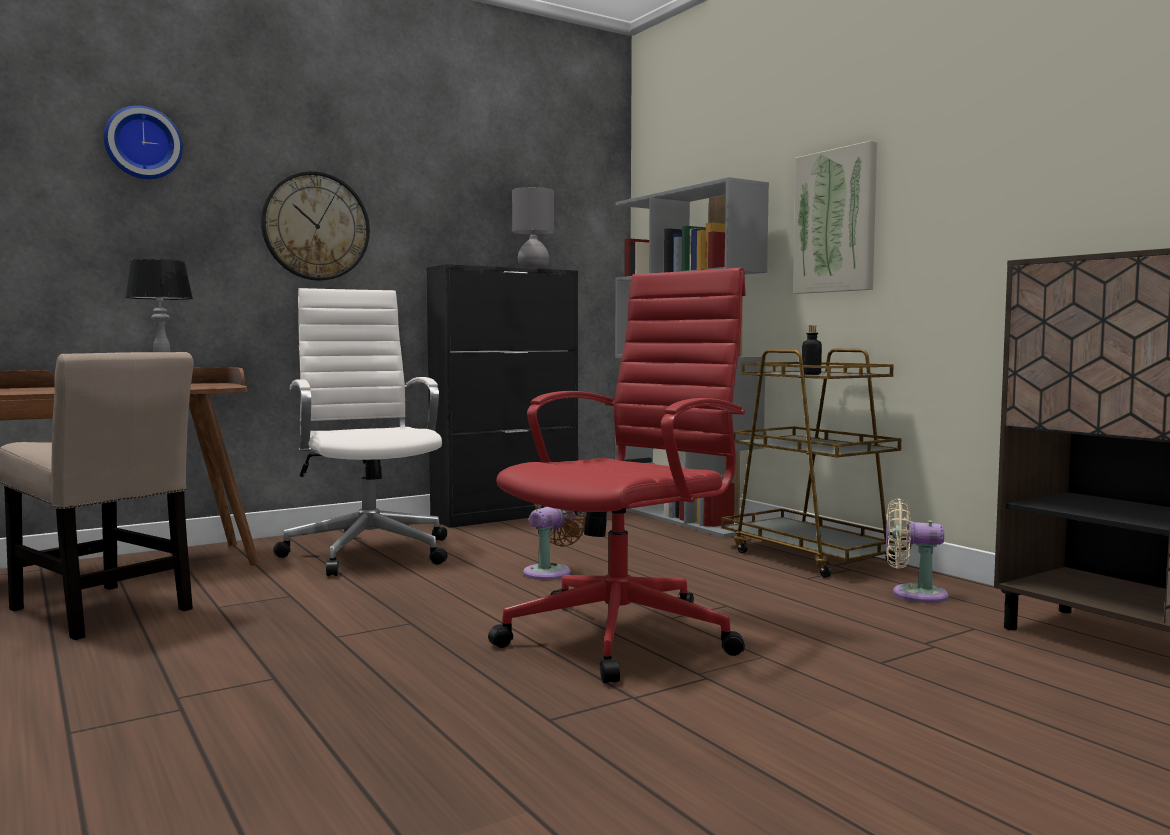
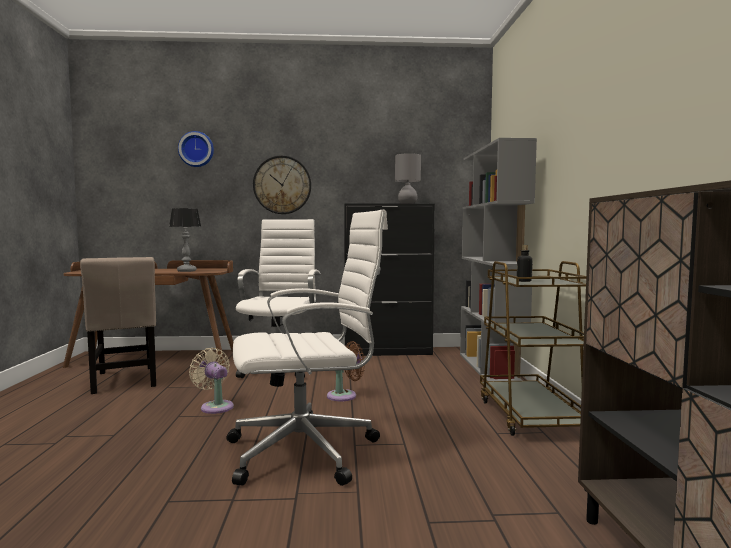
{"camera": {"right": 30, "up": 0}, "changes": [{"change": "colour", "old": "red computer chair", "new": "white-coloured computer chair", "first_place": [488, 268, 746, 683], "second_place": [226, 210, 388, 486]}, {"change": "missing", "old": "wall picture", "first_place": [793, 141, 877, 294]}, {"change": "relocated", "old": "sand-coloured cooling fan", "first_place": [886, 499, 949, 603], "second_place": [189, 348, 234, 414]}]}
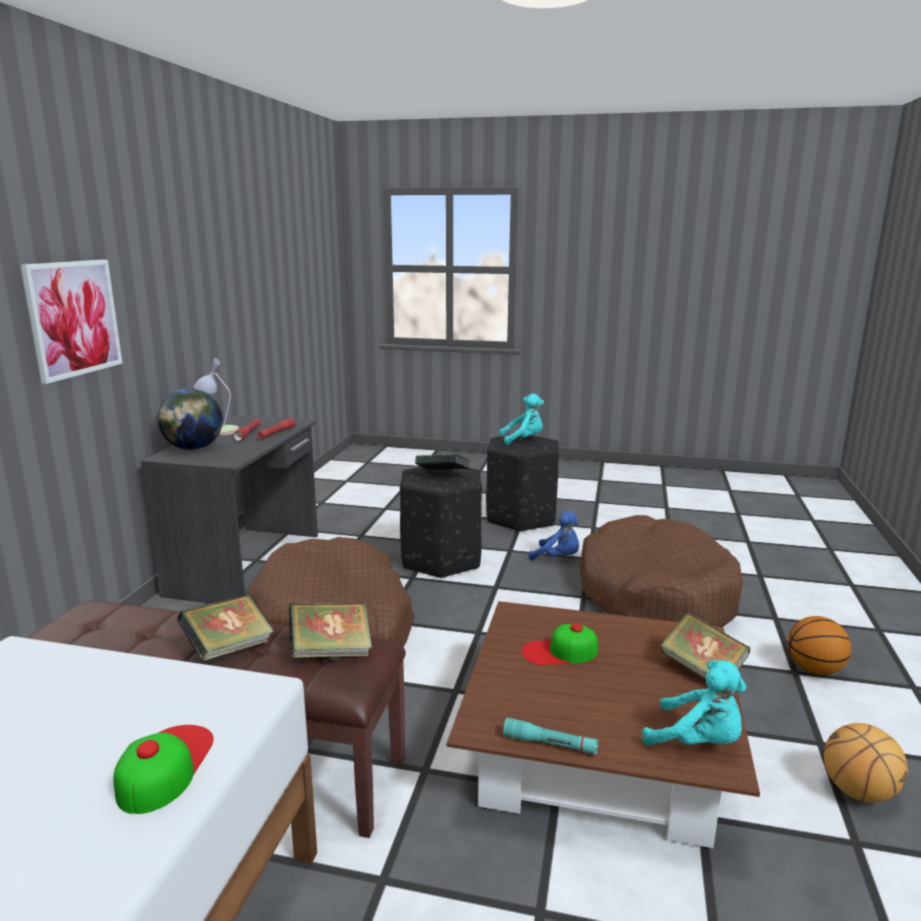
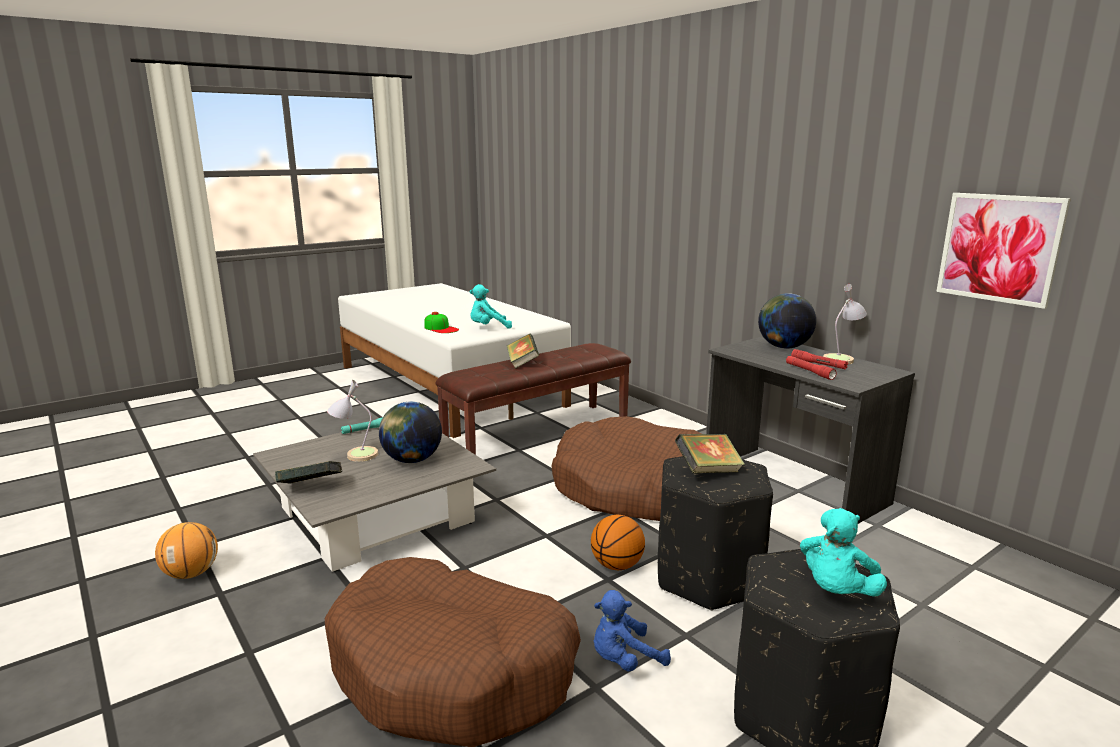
{"camera": {"right": 130, "up": 0}, "changes": [{"change": "relocated", "old": "wall picture", "first_place": [21, 260, 123, 384], "second_place": [936, 193, 1071, 309]}, {"change": "missing", "old": "bound book", "first_place": [289, 602, 372, 658]}, {"change": "colour", "old": "brown lounge table", "new": "greyish lounge table", "first_place": [447, 601, 760, 849], "second_place": [253, 427, 496, 572]}, {"change": "exchanged", "old": "cap", "new": "desk globe", "first_place": [522, 623, 598, 665], "second_place": [379, 401, 442, 463]}, {"change": "relocated", "old": "blue-green plush toy", "first_place": [642, 660, 747, 746], "second_place": [469, 284, 512, 329]}, {"change": "relocated", "old": "basketball", "first_place": [788, 616, 851, 675], "second_place": [591, 515, 645, 570]}, {"change": "appeared", "new": "lamp for a table", "second_place": [327, 380, 378, 462]}]}
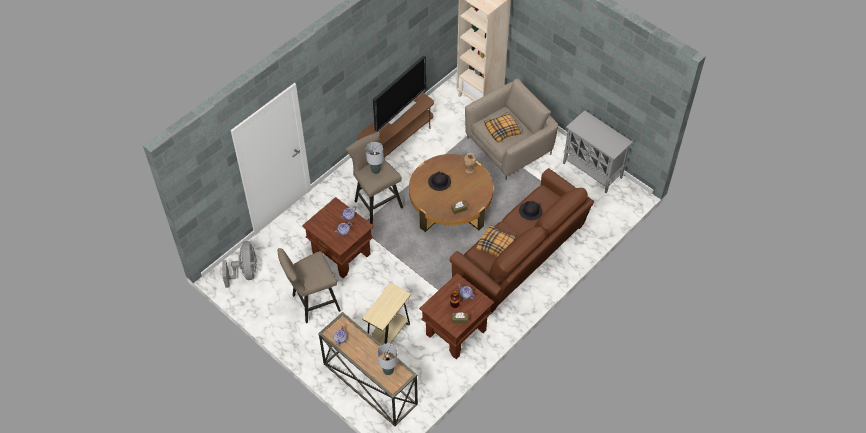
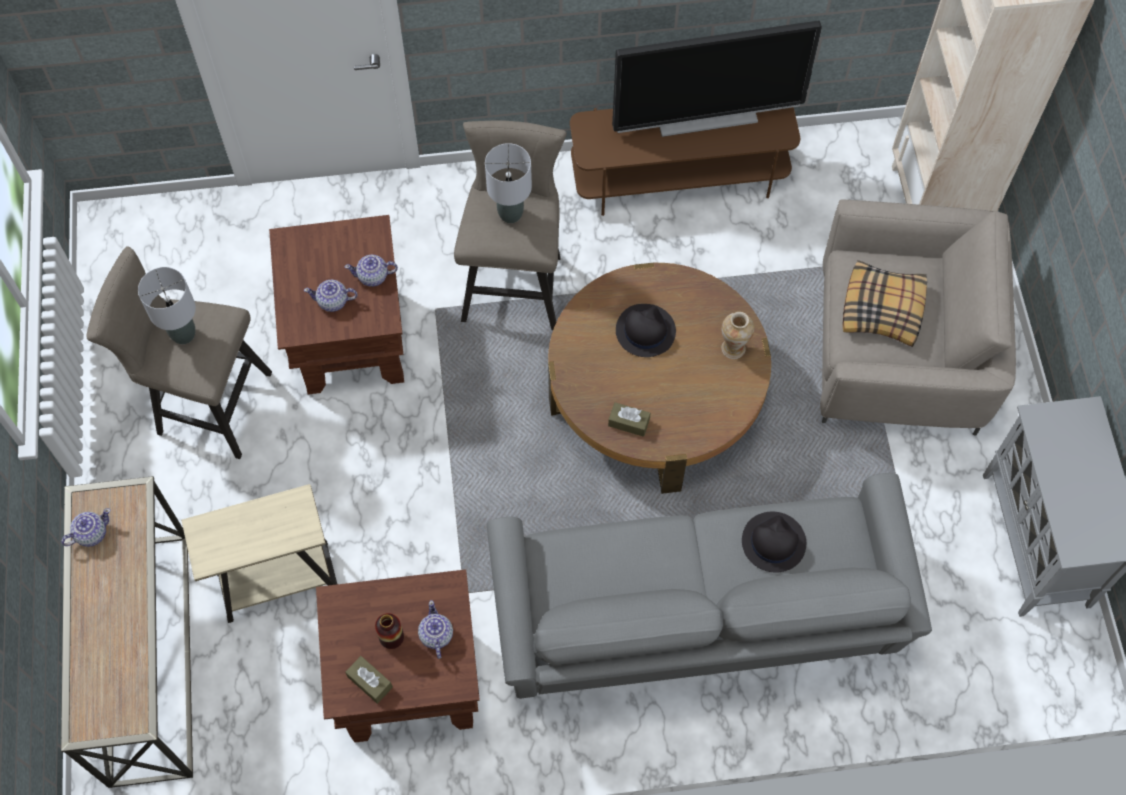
{"camera": {"right": 40, "up": 10}, "changes": [{"change": "missing", "old": "greyish cooling fan", "first_place": [222, 241, 257, 288]}, {"change": "relocated", "old": "greyish lamp for a table", "first_place": [377, 343, 397, 375], "second_place": [138, 267, 196, 344]}, {"change": "colour", "old": "brown couch", "new": "greyish couch", "first_place": [449, 168, 594, 312], "second_place": [487, 473, 932, 699]}, {"change": "missing", "old": "cushion", "first_place": [476, 225, 516, 258]}]}
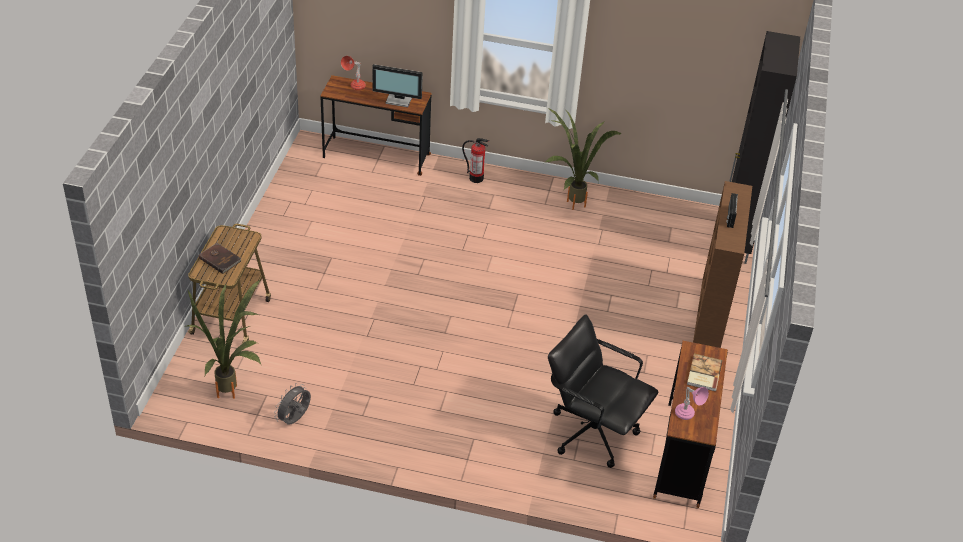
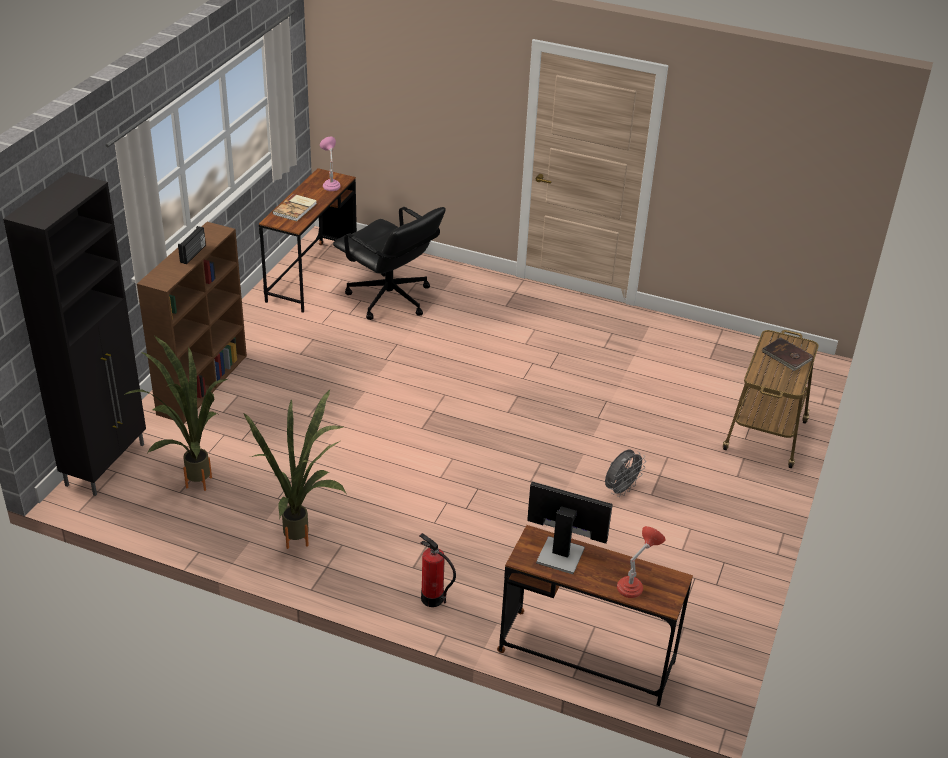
{"camera": {"right": -170, "up": -5}, "changes": [{"change": "relocated", "old": "plant in a pot", "first_place": [187, 280, 262, 399], "second_place": [124, 335, 227, 491]}, {"change": "relocated", "old": "greyish cooling fan", "first_place": [274, 383, 311, 425], "second_place": [605, 450, 646, 497]}]}
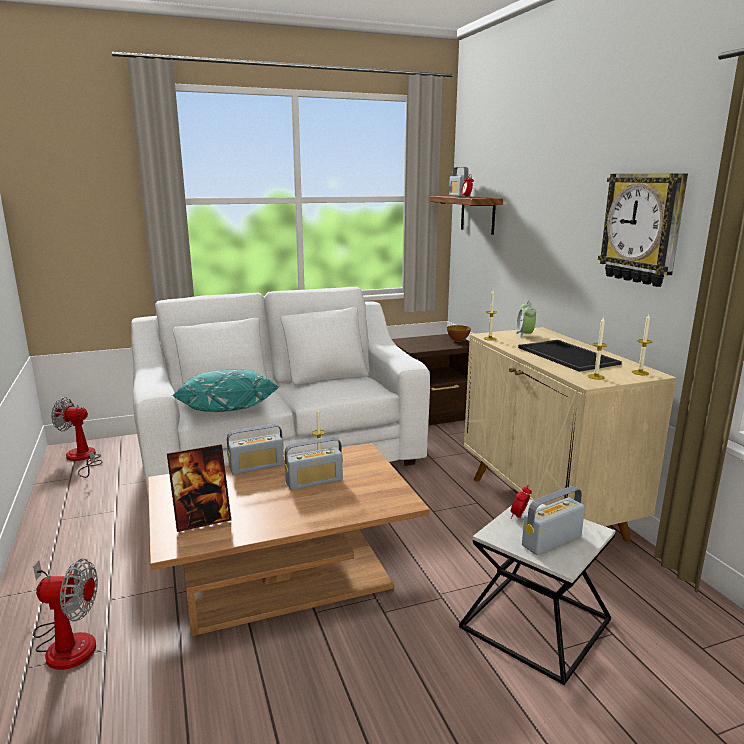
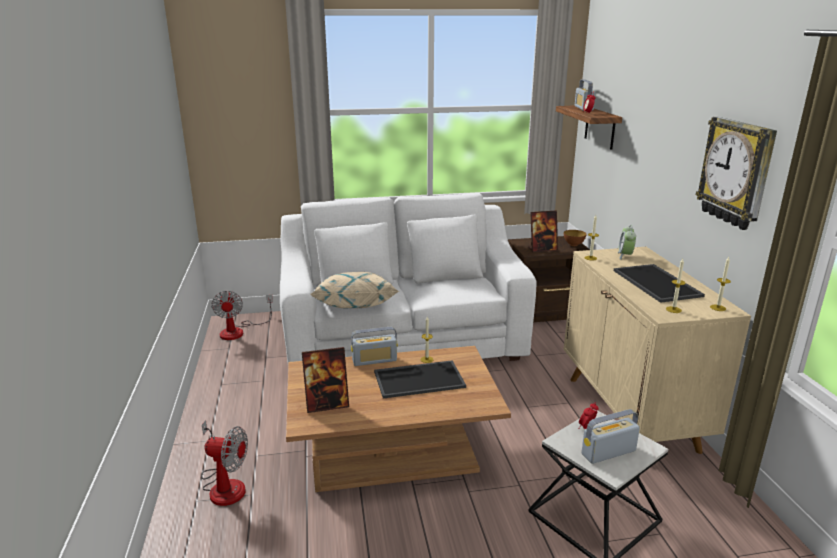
{"camera": {"right": 10, "up": 5}, "changes": [{"change": "spun", "old": "cooling fan", "first_place": [51, 397, 102, 478], "second_place": [211, 291, 273, 340], "degrees": -120}, {"change": "colour", "old": "blue-green cushion", "new": "sand-coloured cushion", "first_place": [173, 369, 279, 412], "second_place": [311, 272, 399, 309]}, {"change": "exchanged", "old": "radio receiver", "new": "serving tray", "first_place": [285, 437, 343, 490], "second_place": [374, 360, 466, 399]}, {"change": "appeared", "new": "standing frame", "second_place": [529, 210, 558, 252]}]}
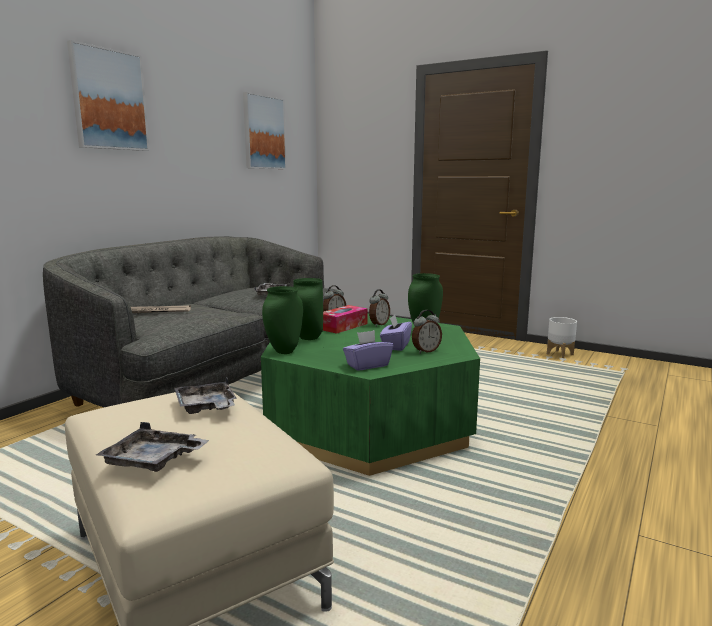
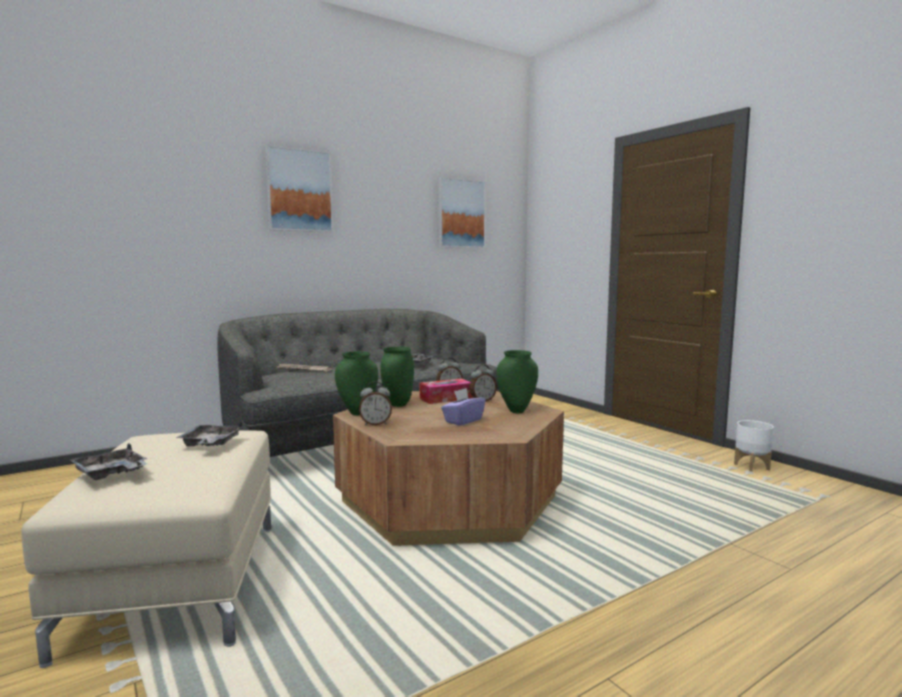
{"camera": {"right": 25, "up": -5}, "changes": [{"change": "colour", "old": "greenish lounge table", "new": "brown lounge table", "first_place": [261, 313, 480, 476], "second_place": [333, 391, 564, 546]}, {"change": "missing", "old": "purplish tissue holder", "first_place": [343, 330, 393, 371]}, {"change": "relocated", "old": "alarm clock", "first_place": [412, 310, 442, 353], "second_place": [359, 381, 392, 425]}]}
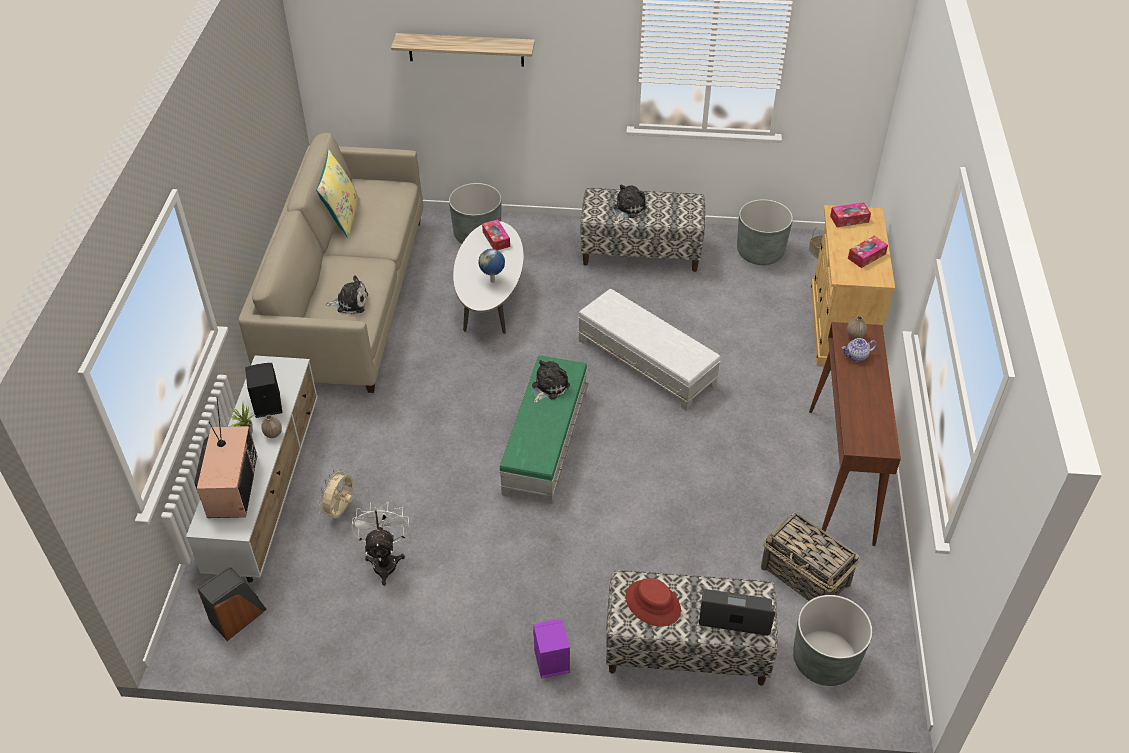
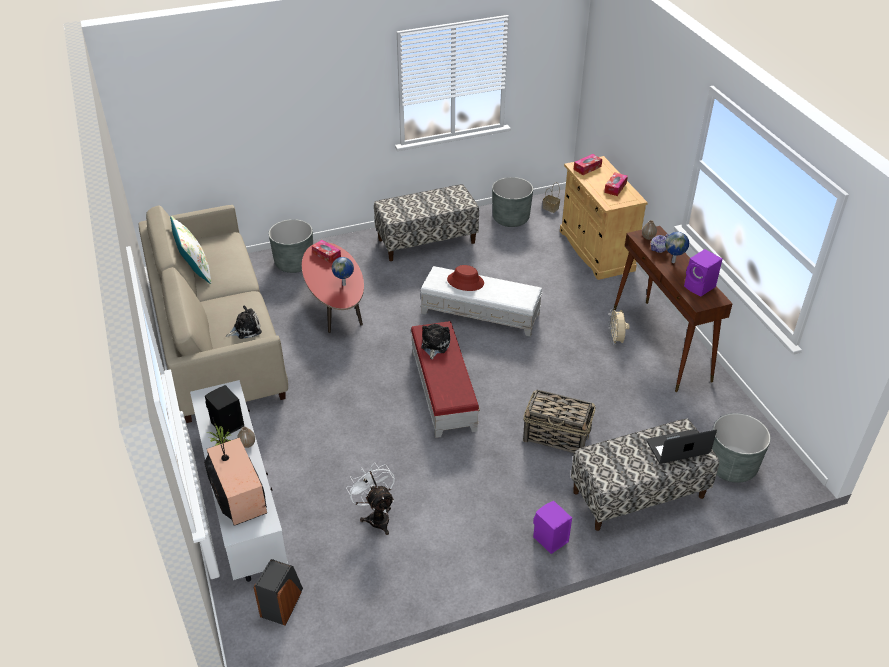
{"camera": {"right": -25, "up": -5}, "changes": [{"change": "colour", "old": "yellow-coloured cushion", "new": "white-coloured cushion", "first_place": [316, 150, 359, 238], "second_place": [170, 216, 212, 284]}, {"change": "relocated", "old": "sand-coloured cooling fan", "first_place": [317, 469, 353, 518], "second_place": [608, 308, 630, 345]}, {"change": "missing", "old": "wall shelf", "first_place": [391, 33, 535, 67]}, {"change": "colour", "old": "white-coloured lounge table", "new": "red lounge table", "first_place": [453, 221, 524, 334], "second_place": [302, 242, 364, 333]}, {"change": "colour", "old": "greenish footrest", "new": "red footrest", "first_place": [499, 355, 589, 504], "second_place": [411, 321, 480, 438]}, {"change": "missing", "old": "plush toy", "first_place": [613, 185, 647, 221]}, {"change": "relocated", "old": "red hat", "first_place": [626, 578, 681, 627], "second_place": [447, 265, 484, 291]}, {"change": "relocated", "old": "basket", "first_place": [761, 512, 860, 601], "second_place": [523, 390, 596, 453]}, {"change": "appeared", "new": "desk globe", "second_place": [665, 232, 689, 263]}, {"change": "appeared", "new": "purplish loudspeaker", "second_place": [684, 249, 722, 296]}]}
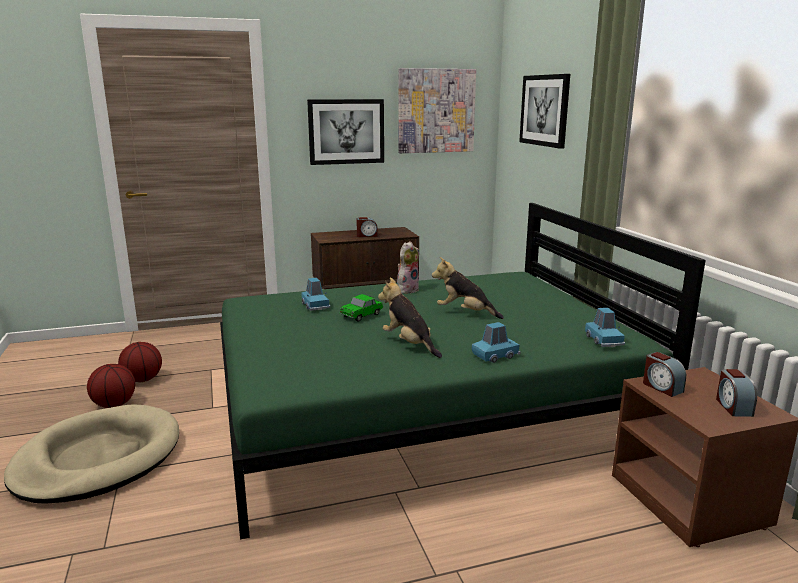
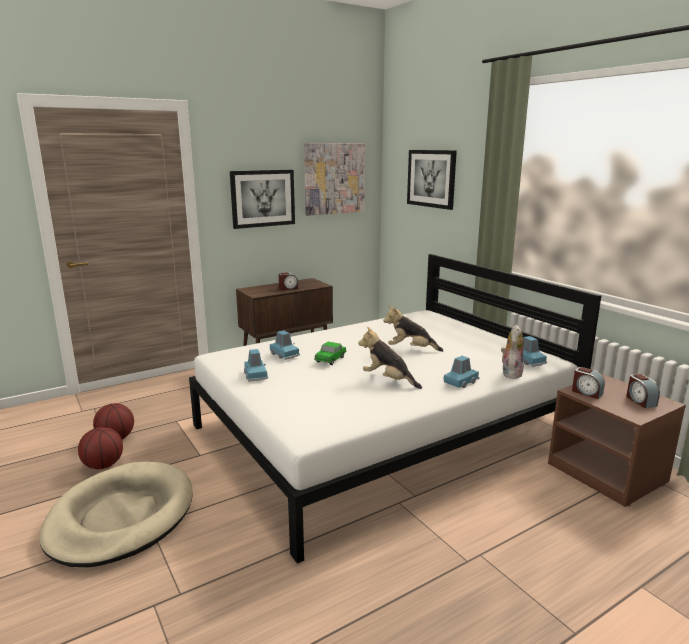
{"camera": {"right": -15, "up": 0}, "changes": [{"change": "colour", "old": "greenish bedroom bed", "new": "white-coloured bedroom bed", "first_place": [220, 203, 706, 539], "second_place": [189, 254, 602, 564]}, {"change": "relocated", "old": "plush toy", "first_place": [397, 241, 419, 294], "second_place": [501, 325, 524, 379]}, {"change": "appeared", "new": "bluish toy car", "second_place": [244, 349, 268, 382]}]}
